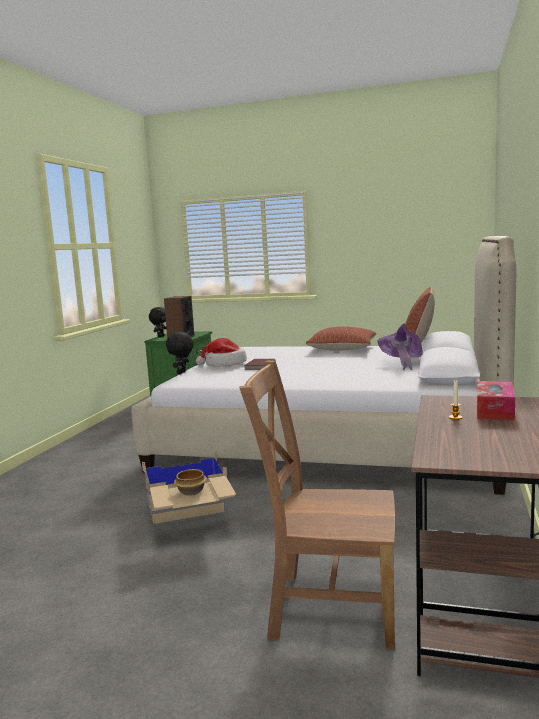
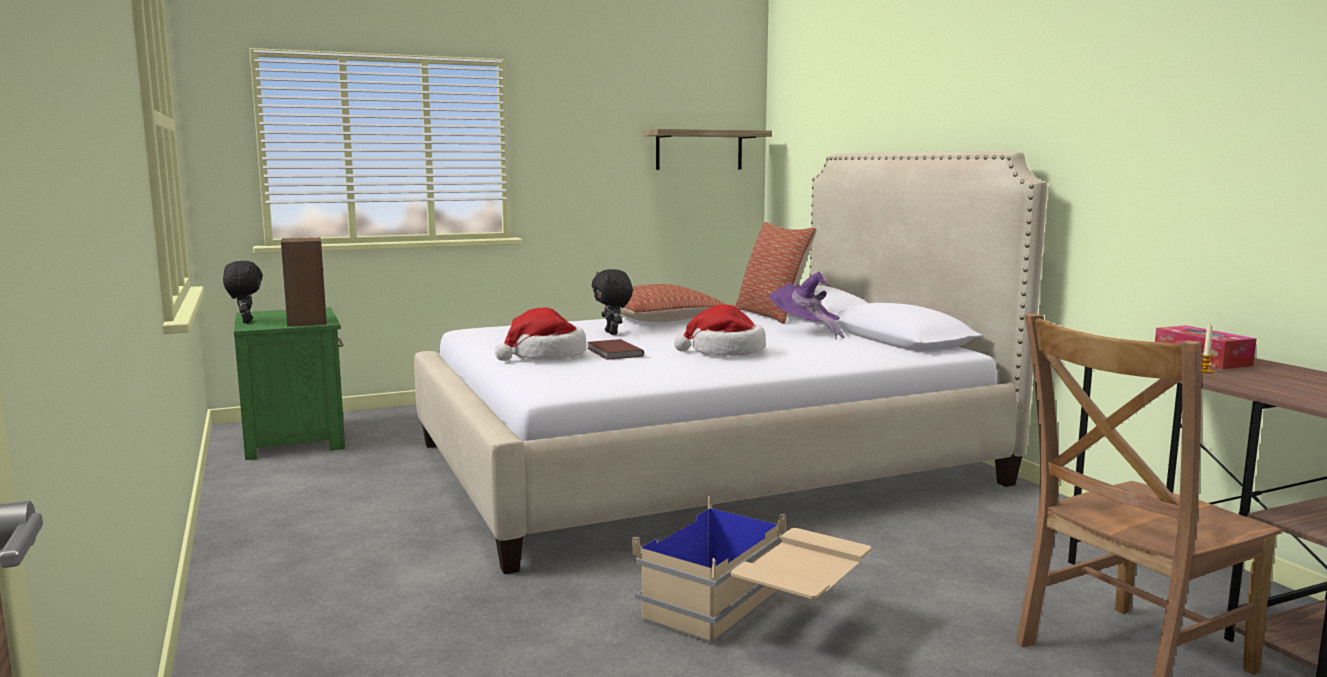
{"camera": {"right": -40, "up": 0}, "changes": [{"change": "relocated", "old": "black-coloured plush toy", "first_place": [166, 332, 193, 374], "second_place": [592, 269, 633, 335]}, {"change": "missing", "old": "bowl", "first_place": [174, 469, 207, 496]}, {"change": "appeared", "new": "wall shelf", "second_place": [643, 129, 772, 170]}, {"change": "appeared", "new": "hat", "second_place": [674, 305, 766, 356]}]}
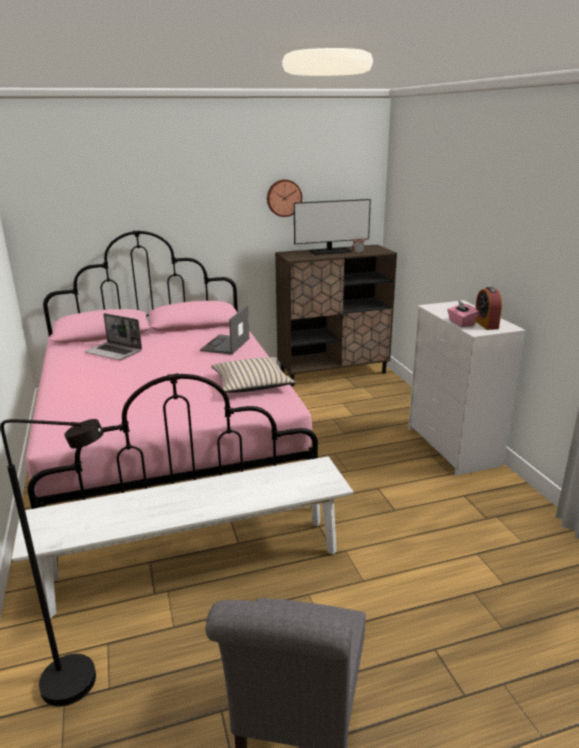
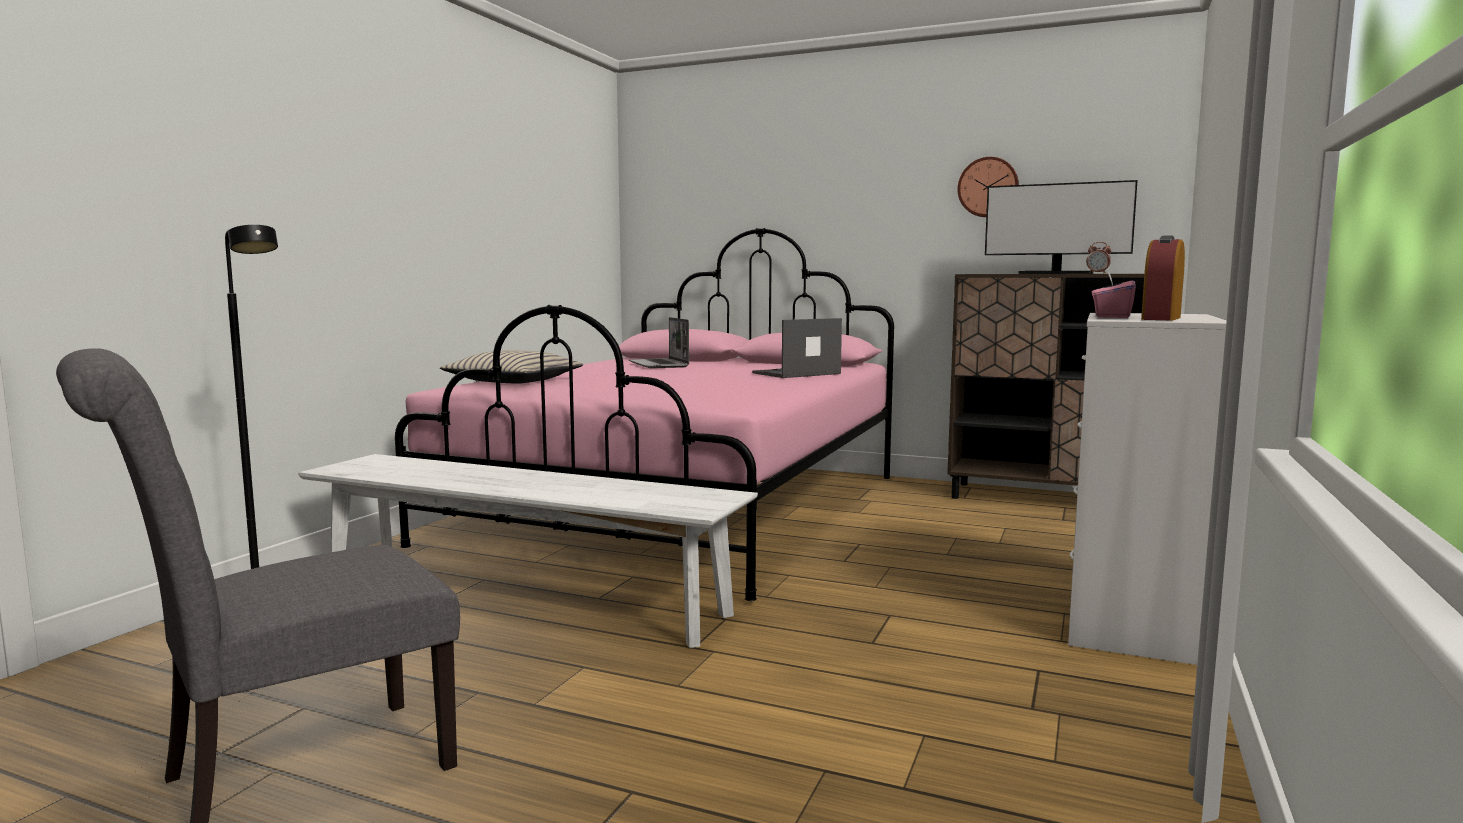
{"camera": {"right": 40, "up": -15}, "changes": [{"change": "relocated", "old": "sand-coloured cushion", "first_place": [211, 357, 295, 393], "second_place": [440, 350, 583, 383]}]}
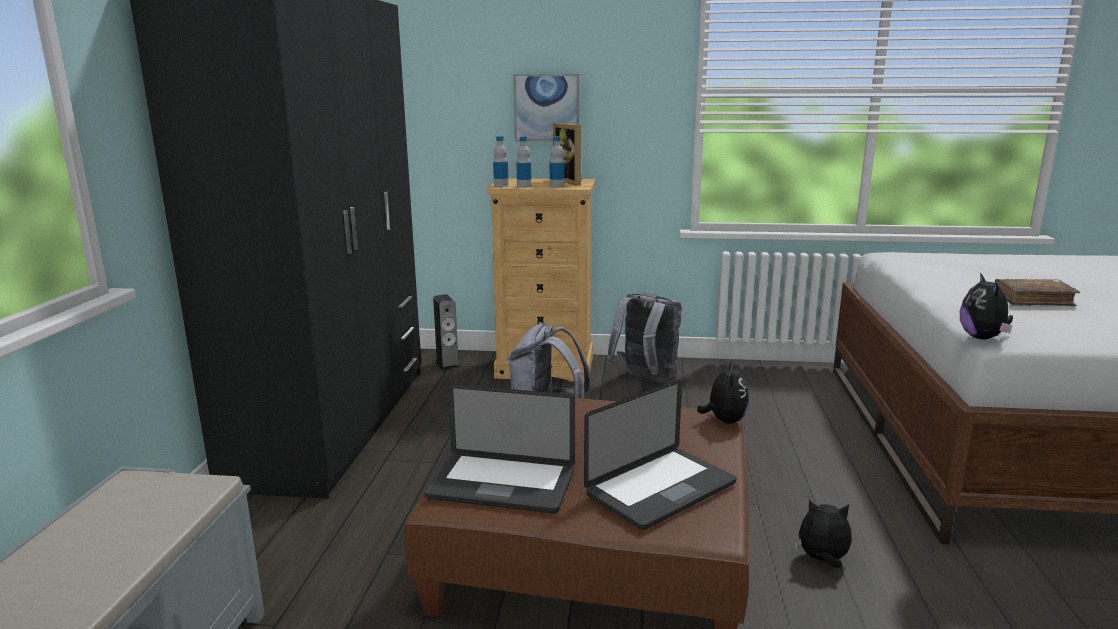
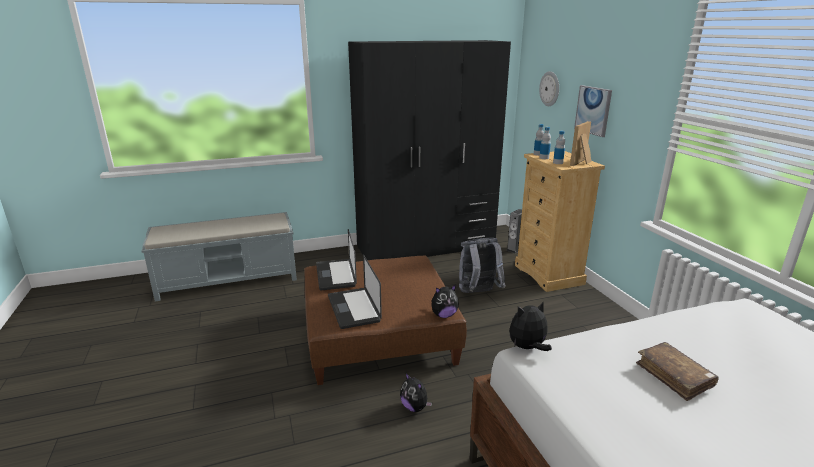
{"camera": {"right": 65, "up": 5}, "changes": [{"change": "spun", "old": "portable computer", "first_place": [584, 379, 736, 530], "second_place": [328, 255, 382, 329], "degrees": 45}, {"change": "missing", "old": "greyish backpack", "first_place": [606, 293, 682, 383]}, {"change": "spun", "old": "plush toy", "first_place": [795, 499, 852, 568], "second_place": [400, 373, 432, 412], "degrees": 150}, {"change": "appeared", "new": "wall clock", "second_place": [539, 71, 559, 106]}]}
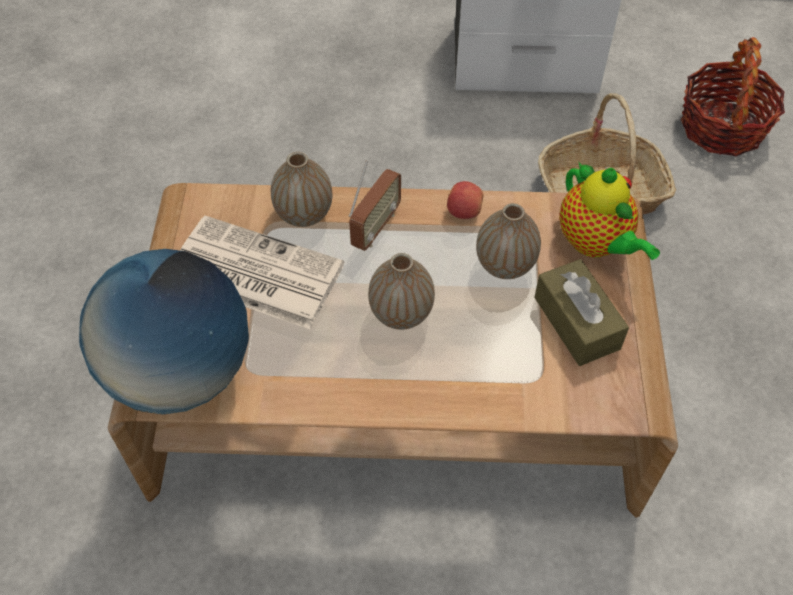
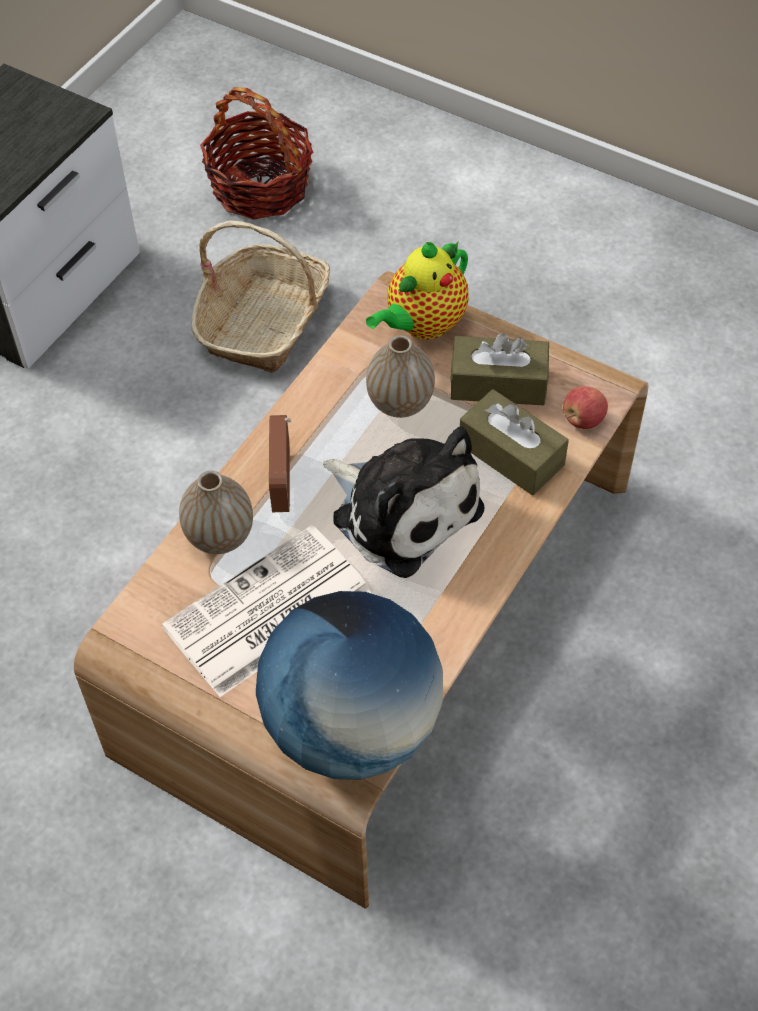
{"camera": {"right": -60, "up": 0}, "changes": [{"change": "spun", "old": "radio receiver", "first_place": [349, 160, 401, 251], "second_place": [269, 415, 291, 512], "degrees": -150}, {"change": "exchanged", "old": "decorative vase", "new": "plush toy", "first_place": [368, 253, 435, 330], "second_place": [323, 426, 485, 578]}, {"change": "relocated", "old": "apple", "first_place": [447, 181, 483, 219], "second_place": [563, 386, 608, 429]}, {"change": "spun", "old": "pot for tea", "first_place": [559, 162, 660, 260], "second_place": [366, 241, 469, 340], "degrees": 135}, {"change": "appeared", "new": "brown tissue holder", "second_place": [460, 389, 569, 495]}]}
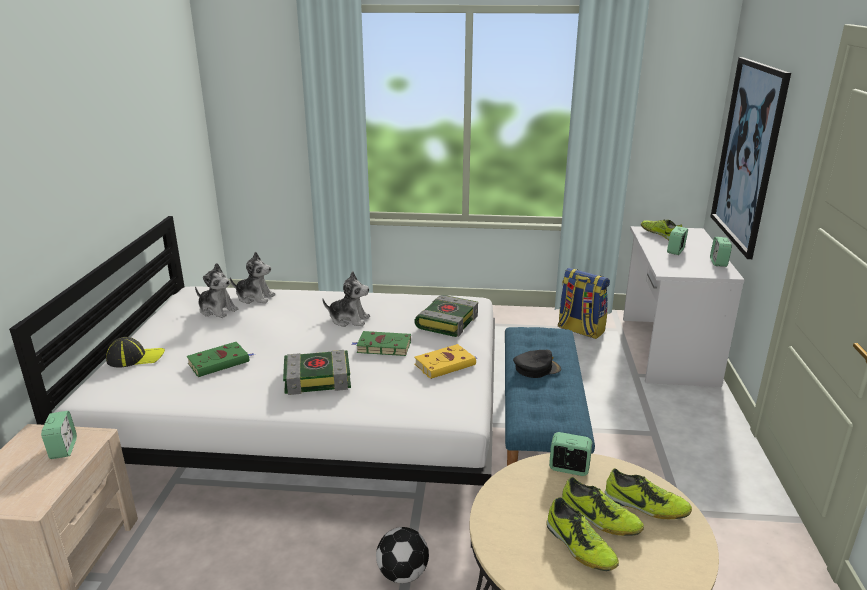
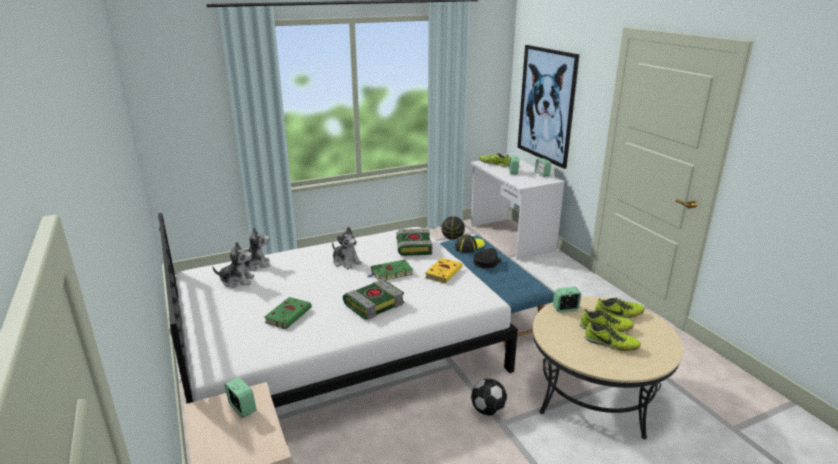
{"camera": {"right": -30, "up": 0}, "changes": [{"change": "relocated", "old": "cap", "first_place": [106, 337, 165, 368], "second_place": [455, 234, 485, 253]}, {"change": "spun", "old": "plush toy", "first_place": [322, 271, 370, 327], "second_place": [332, 226, 362, 270], "degrees": 60}, {"change": "exchanged", "old": "backpack", "new": "basketball", "first_place": [558, 268, 610, 339], "second_place": [441, 216, 465, 240]}]}
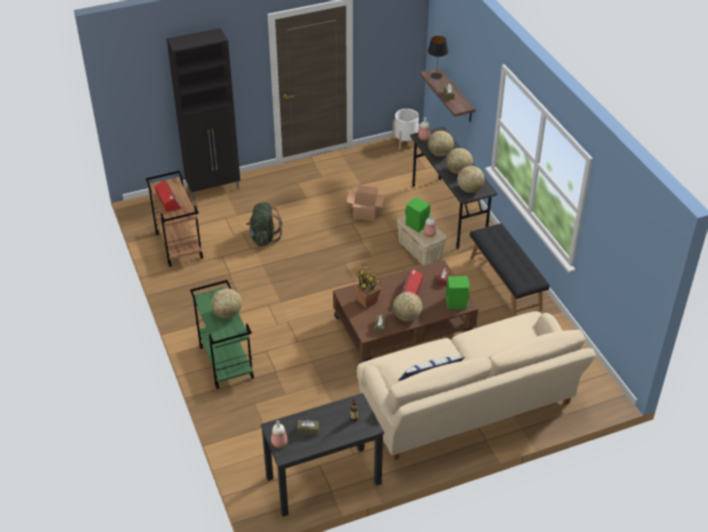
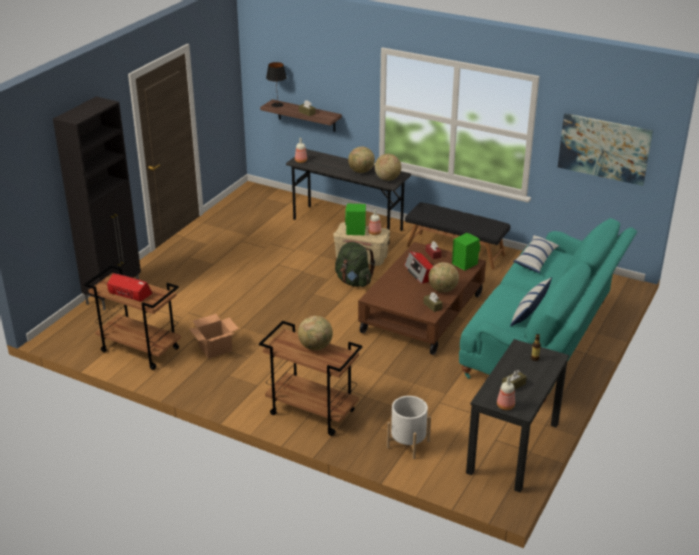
{"camera": {"right": -40, "up": -10}, "changes": [{"change": "colour", "old": "greenish wheeled cart", "new": "brown wheeled cart", "first_place": [190, 280, 254, 389], "second_place": [259, 321, 362, 436]}, {"change": "relocated", "old": "greenish backpack", "first_place": [246, 202, 282, 246], "second_place": [335, 242, 375, 287]}, {"change": "relocated", "old": "packing box", "first_place": [346, 185, 385, 221], "second_place": [190, 314, 239, 359]}, {"change": "missing", "old": "plant in a pot", "first_place": [354, 265, 381, 308]}, {"change": "colour", "old": "sand-coloured couch", "new": "blue-green couch", "first_place": [357, 311, 596, 460], "second_place": [459, 218, 637, 403]}, {"change": "relocated", "old": "white-coloured plant pot", "first_place": [392, 109, 420, 150], "second_place": [387, 396, 431, 459]}, {"change": "missing", "old": "desk globe", "first_place": [428, 131, 454, 157]}, {"change": "appeared", "new": "cushion", "second_place": [513, 235, 559, 273]}, {"change": "appeared", "new": "wall picture", "second_place": [558, 113, 653, 186]}]}
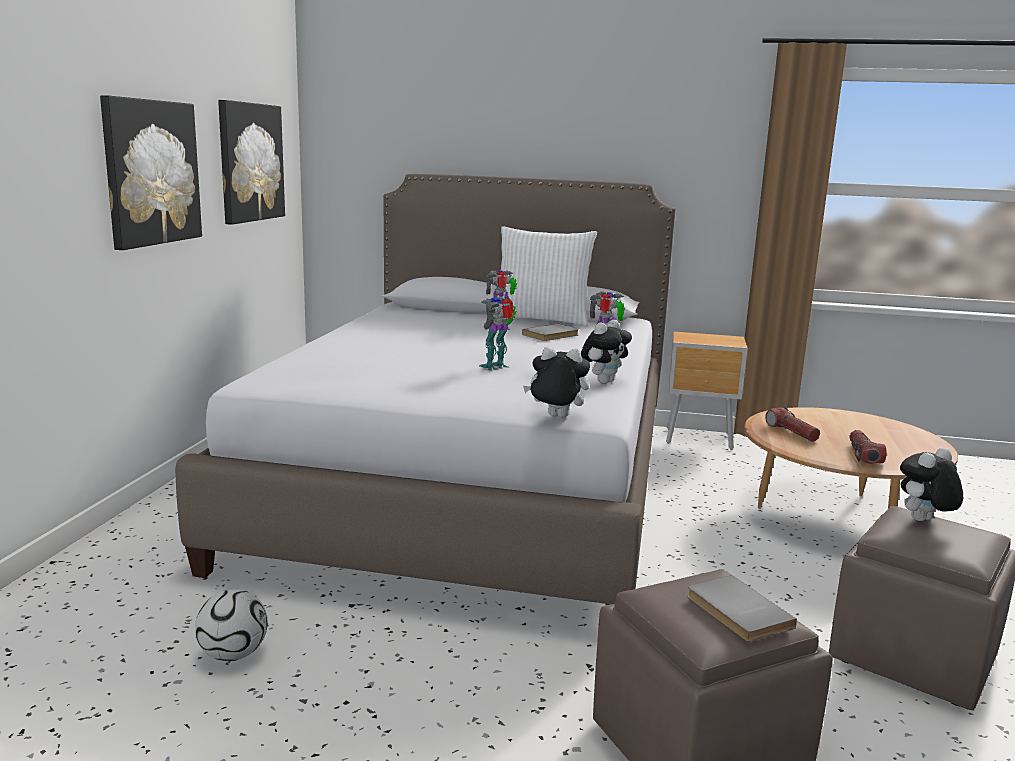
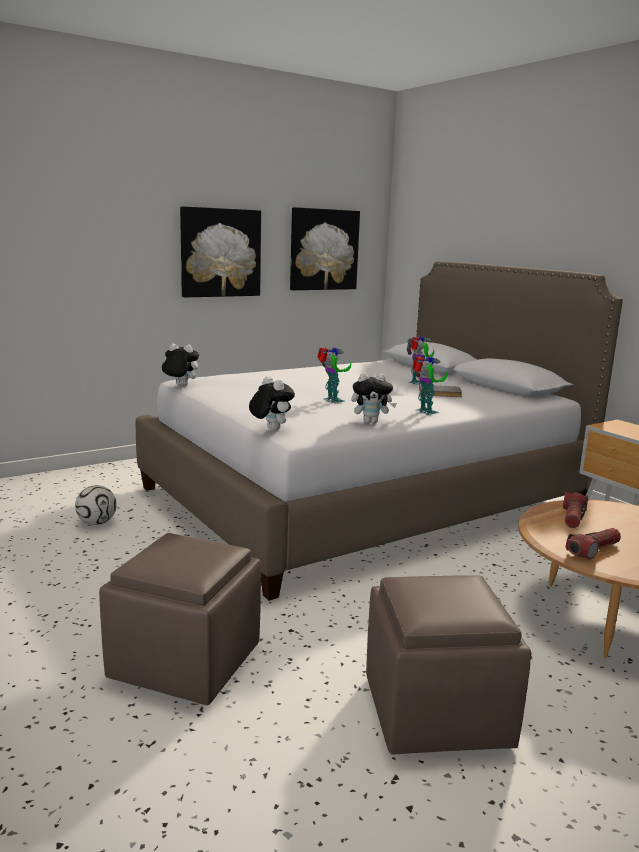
{"camera": {"right": 45, "up": 0}, "changes": [{"change": "spun", "old": "model robot", "first_place": [479, 297, 517, 371], "second_place": [317, 347, 351, 403], "degrees": 60}, {"change": "missing", "old": "white-coloured cushion", "first_place": [497, 226, 597, 326]}, {"change": "missing", "old": "greyish bound book", "first_place": [687, 575, 797, 642]}, {"change": "relocated", "old": "plush toy", "first_place": [900, 447, 963, 521], "second_place": [162, 344, 199, 386]}]}
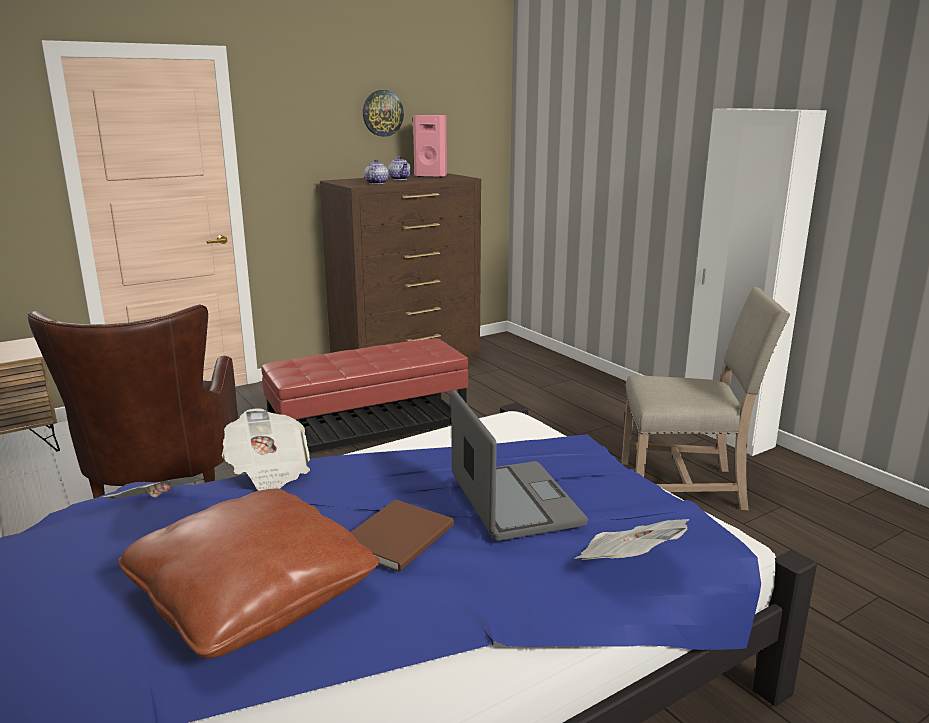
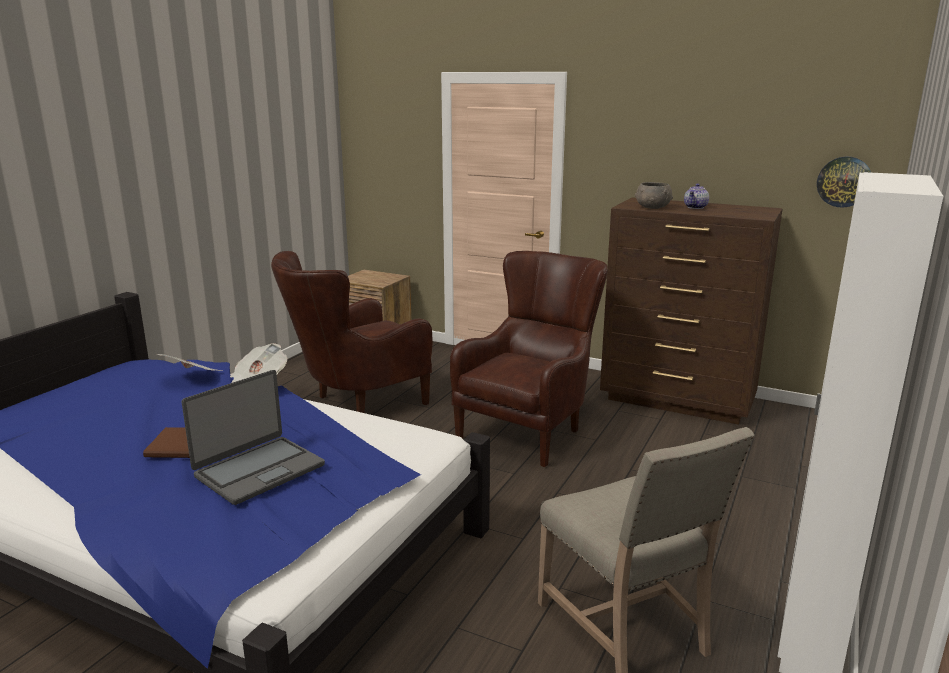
{"camera": {"right": 60, "up": 0}, "changes": [{"change": "missing", "old": "brown cushion", "first_place": [118, 488, 379, 659]}, {"change": "exchanged", "old": "red footrest", "new": "brown lounge chair", "first_place": [261, 338, 468, 453], "second_place": [450, 251, 608, 467]}, {"change": "relocated", "old": "wall clock", "first_place": [363, 90, 404, 137], "second_place": [817, 157, 871, 208]}, {"change": "exchanged", "old": "pot for tea", "new": "greyish bowl", "first_place": [365, 159, 389, 184], "second_place": [635, 182, 673, 209]}, {"change": "missing", "old": "pink loudspeaker", "first_place": [413, 115, 447, 178]}, {"change": "missing", "old": "printed paper", "first_place": [574, 519, 690, 560]}]}
